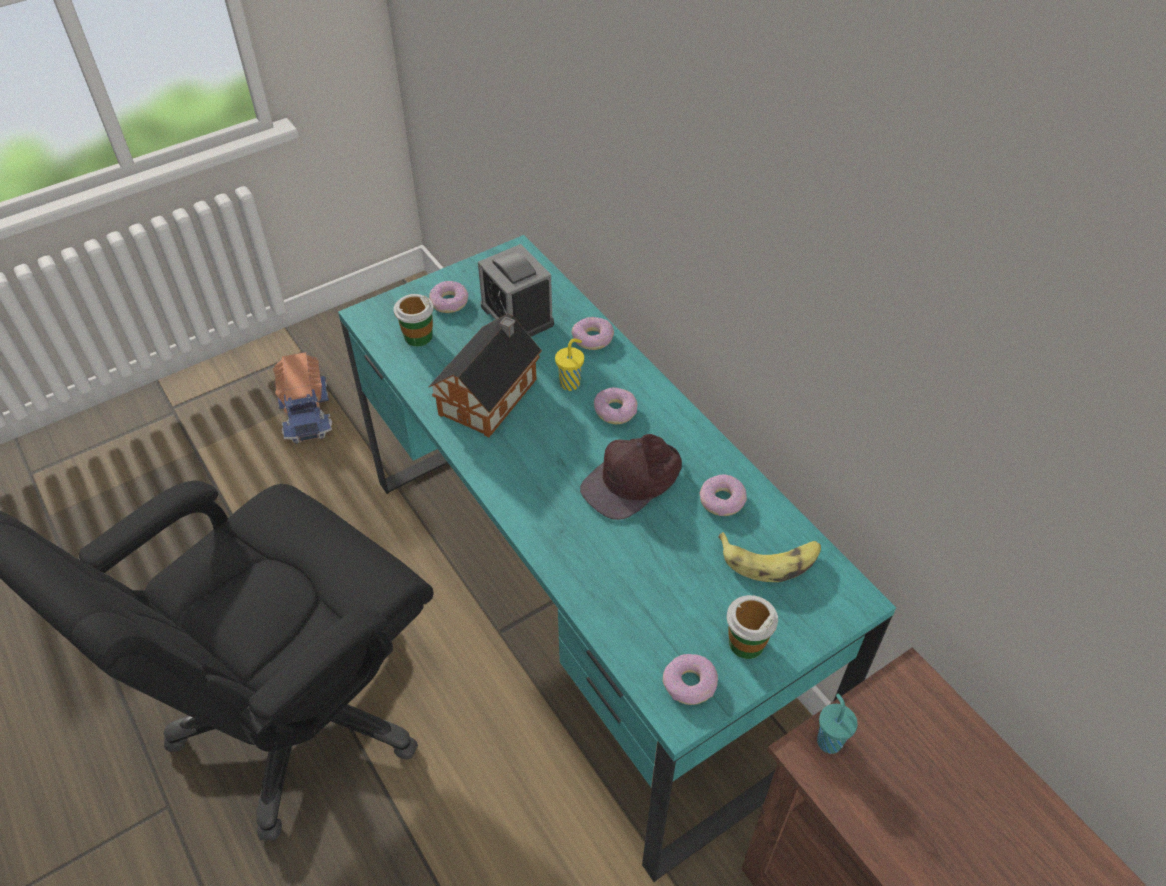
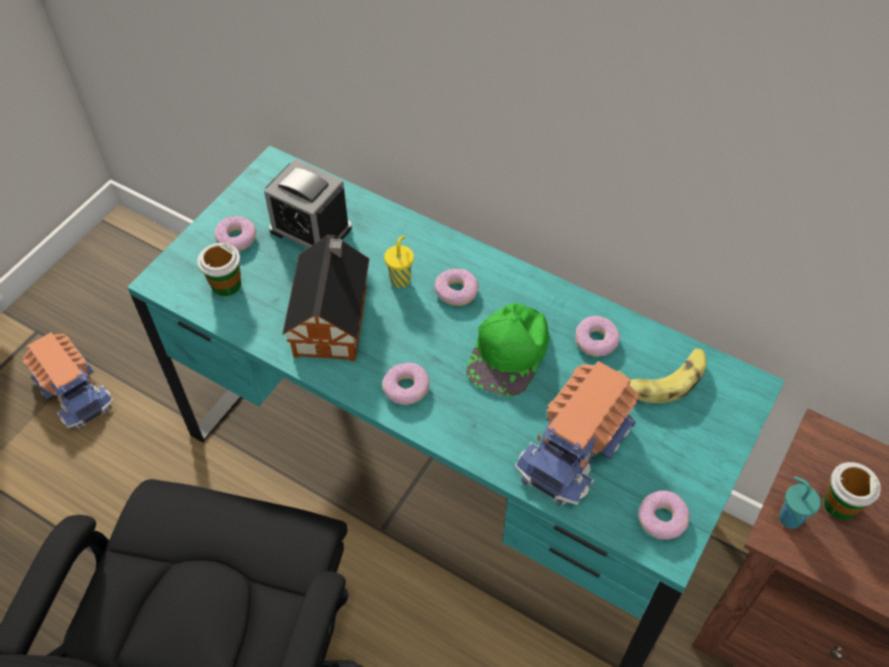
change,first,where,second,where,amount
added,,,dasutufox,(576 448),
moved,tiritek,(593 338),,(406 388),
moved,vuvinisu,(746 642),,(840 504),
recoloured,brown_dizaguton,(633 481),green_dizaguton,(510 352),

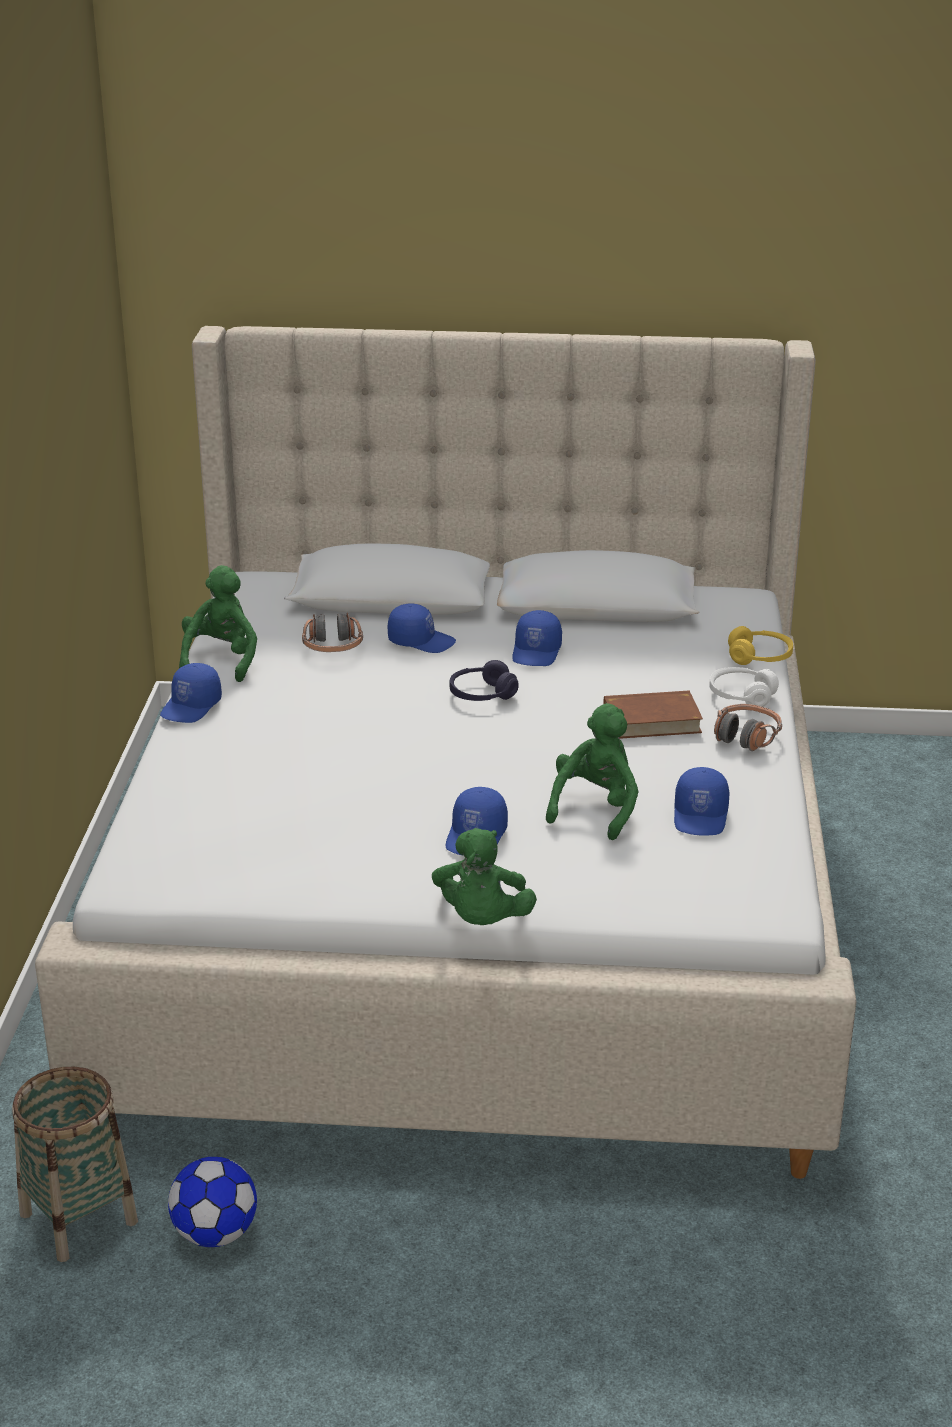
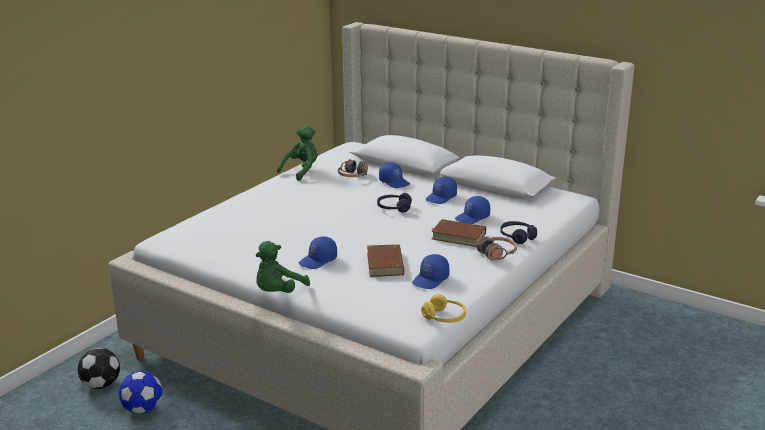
change,first,where,second,where,amount
moved,blue_dizaguton,(192 707),,(472 218),
moved,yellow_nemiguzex,(759 657),,(444 317),
replaced,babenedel,(78 1217),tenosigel,(102 384),
replaced,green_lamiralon,(595 808),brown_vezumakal,(385 264),
recoloured,white_nemiguzex,(741 696),purple_nemiguzex,(517 237),

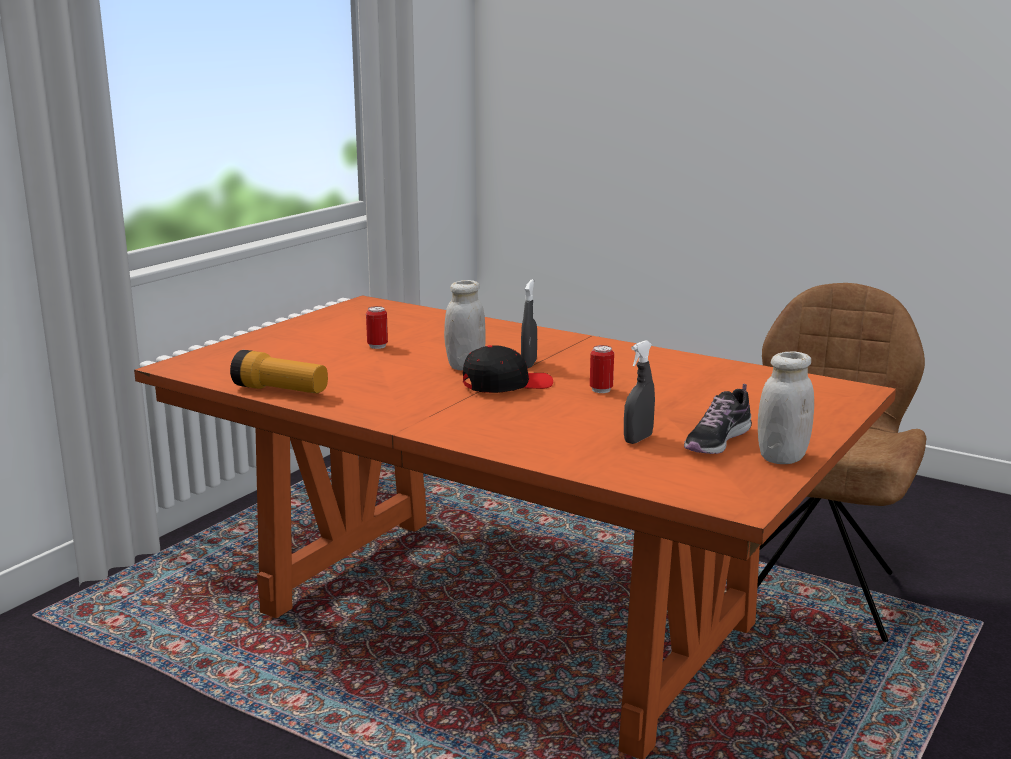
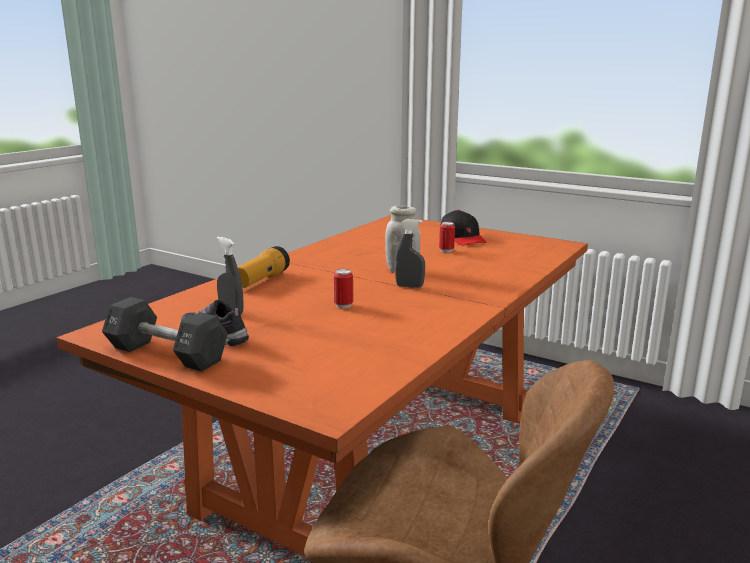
change,first,where,second,where,amount
moved,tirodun,(280 391),,(261 280),
moved,black_dizaguton,(506 385),,(462 238),
replaced,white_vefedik,(782 457),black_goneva,(166 354),

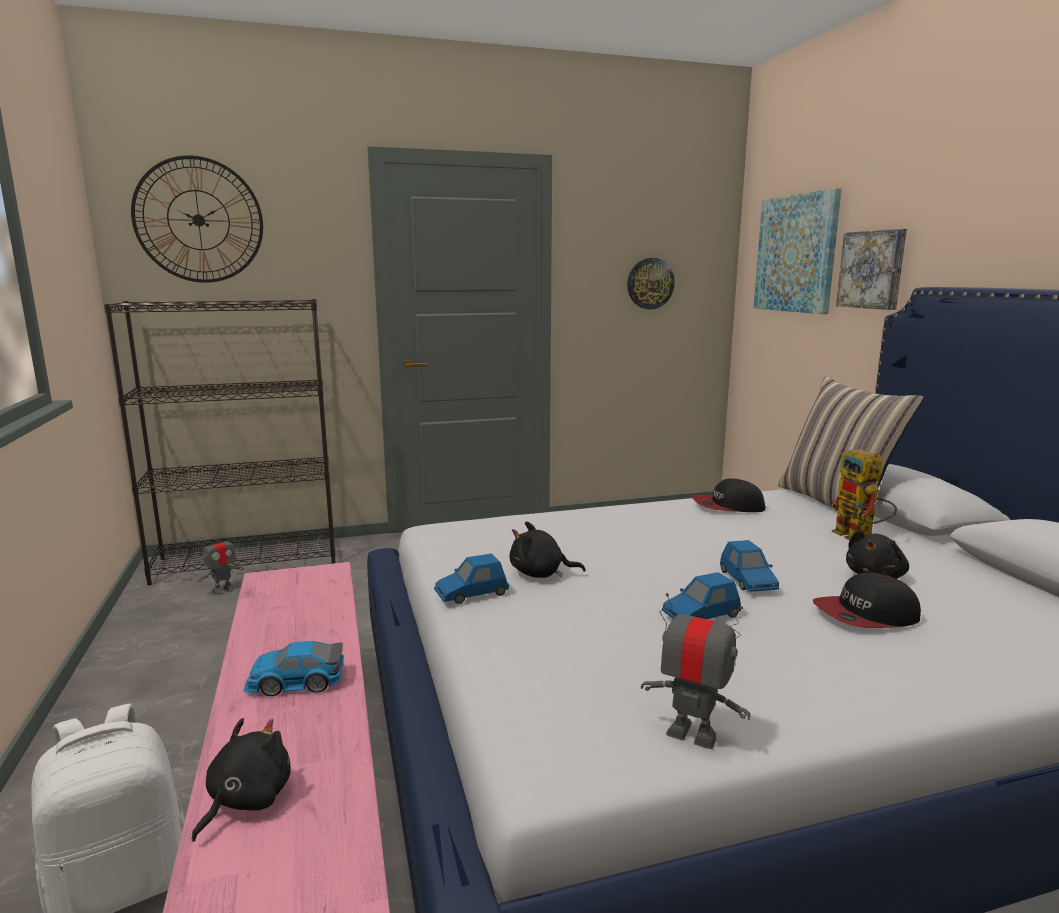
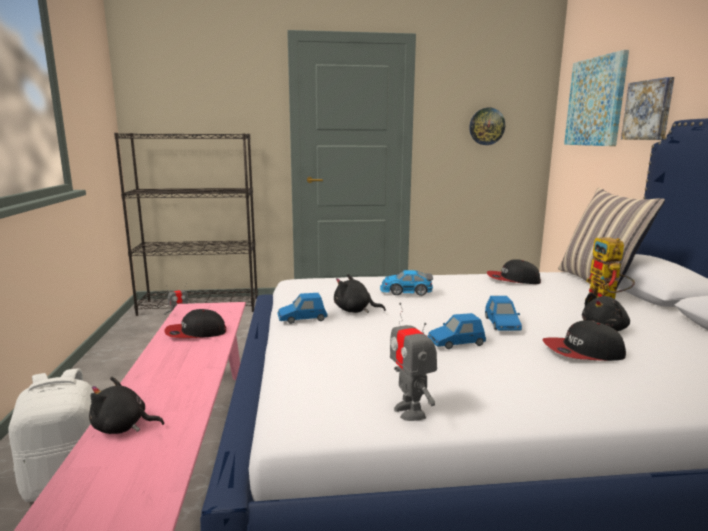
change,first,where,second,where,amount
removed,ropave,(198 220),,,
added,,,dizaguton,(195 333),
moved,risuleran,(295 681),,(405 291),
turned,black_lamiralon,(246 800),,(123 427),120 degrees counterclockwise
turned,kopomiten,(692 734),,(410 411),150 degrees counterclockwise

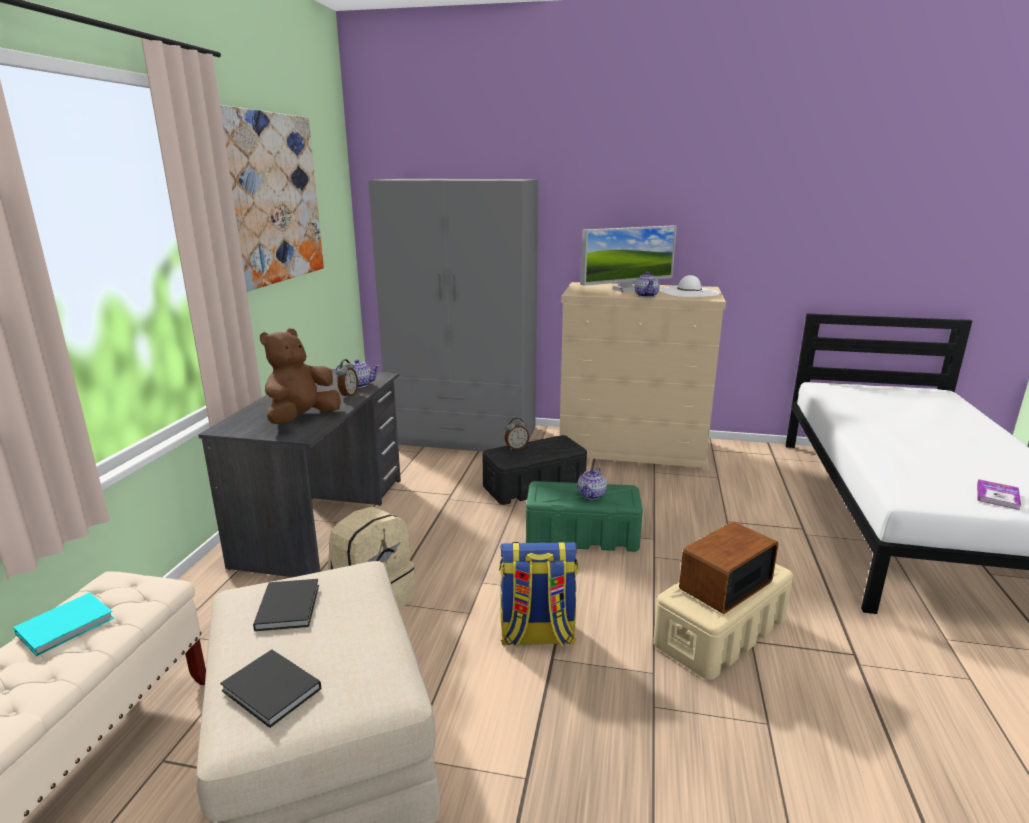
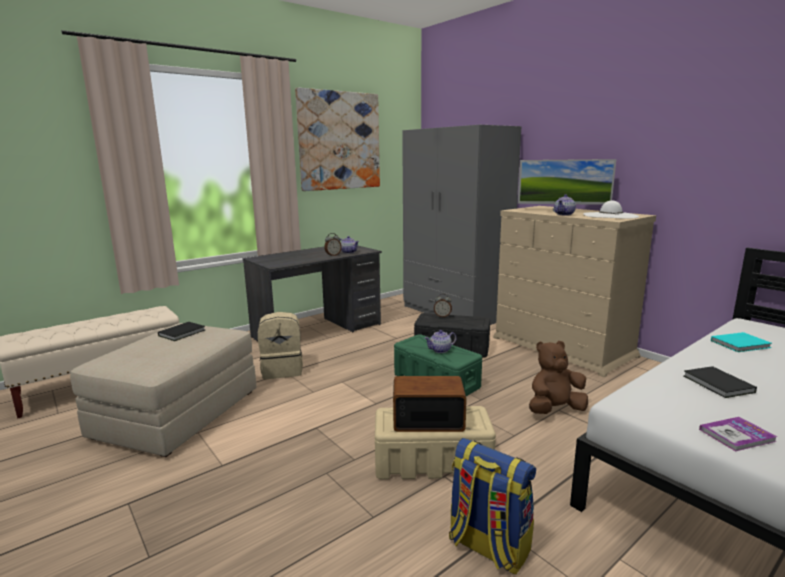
change,first,where,second,where,amount
moved,turquoise_vezumakal,(68 625),,(741 344),
moved,black_vezumakal,(272 692),,(718 385),
moved,brown_lamiralon,(302 419),,(554 410),
moved,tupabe,(536 635),,(487 546),

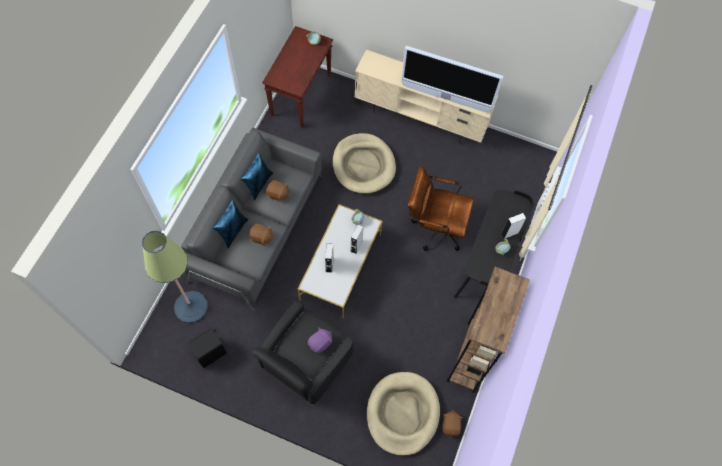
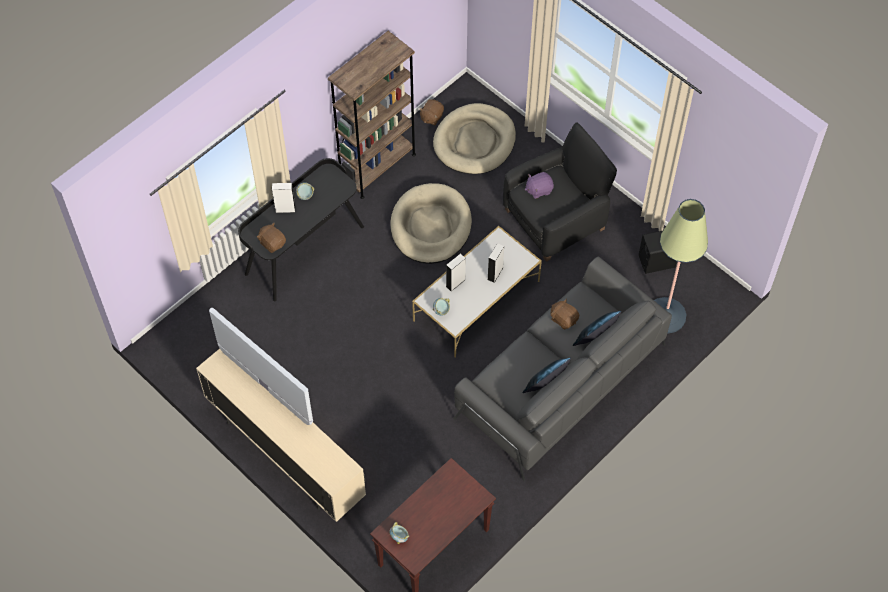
change,first,where,second,where,amount
removed,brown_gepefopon,(434 227),,,
moved,brown_lamiralon,(278 194),,(272 243),
moved,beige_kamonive,(363 165),,(431 226),

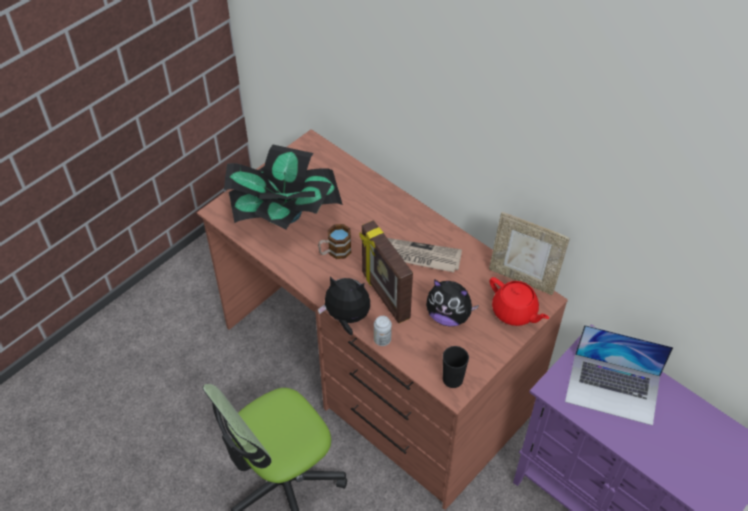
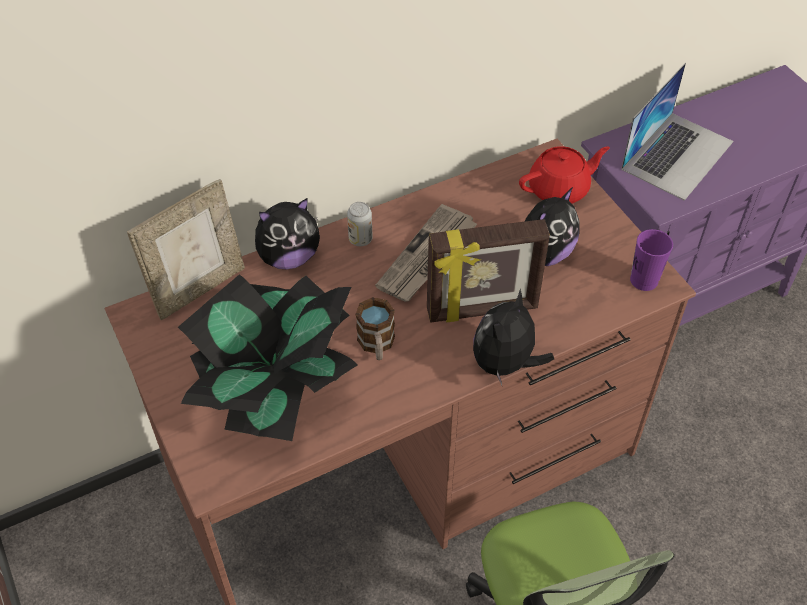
change,first,where,second,where,amount
added,,,lamiralon,(289 257),
moved,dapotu,(382 339),,(360 239),
moved,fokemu,(522 278),,(199 288),
recoloured,black_vuvinisu,(452 379),purple_vuvinisu,(644 280),

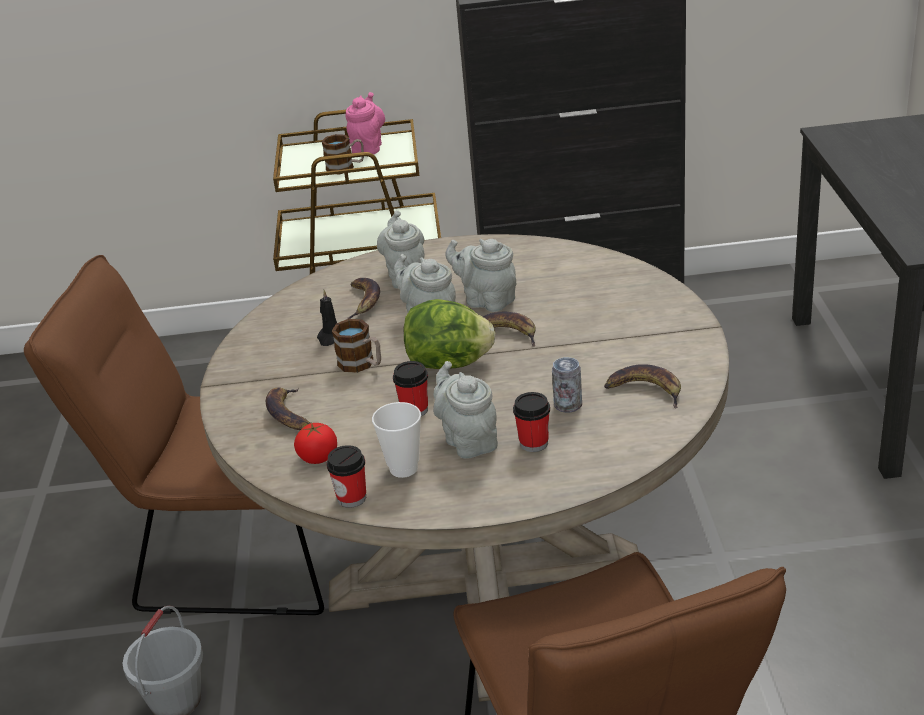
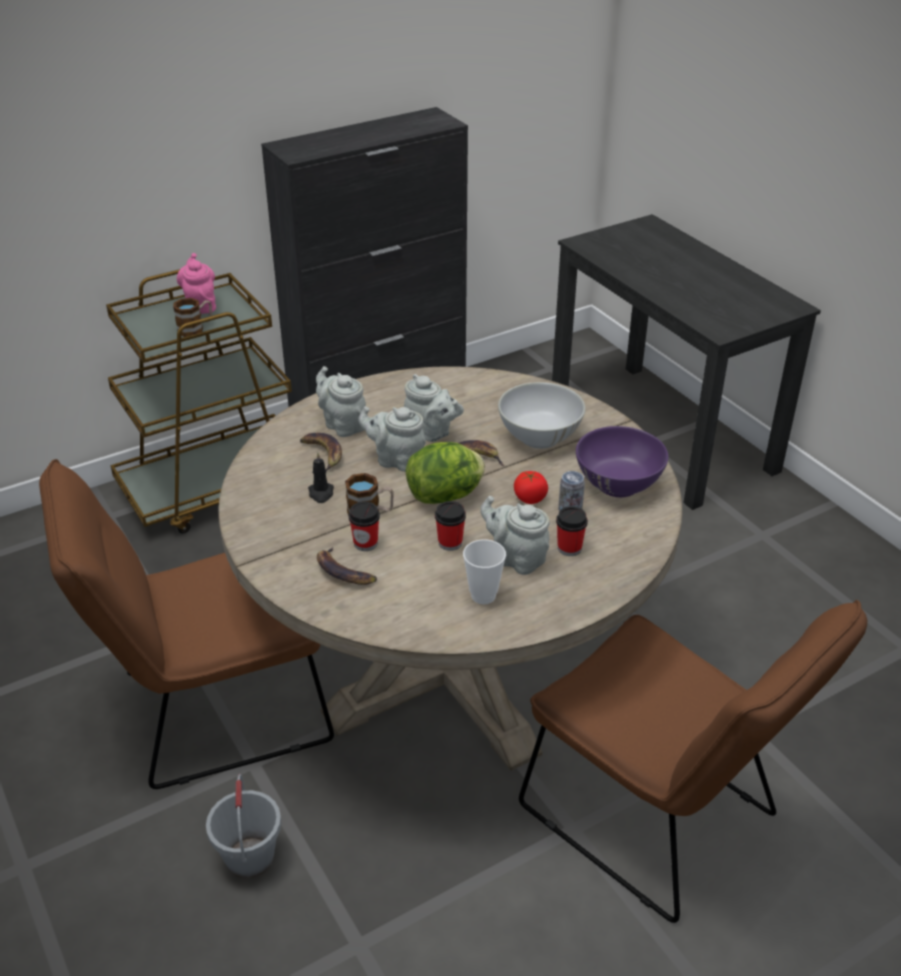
change,first,where,second,where,amount
added,,,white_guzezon,(539 437),
moved,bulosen,(318 457),,(530 498),
moved,vuvinisu,(351 498),,(365 543),
replaced,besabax,(646 390),purple_guzezon,(618 484),
turned,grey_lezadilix,(486 300),,(431 433),150 degrees counterclockwise

